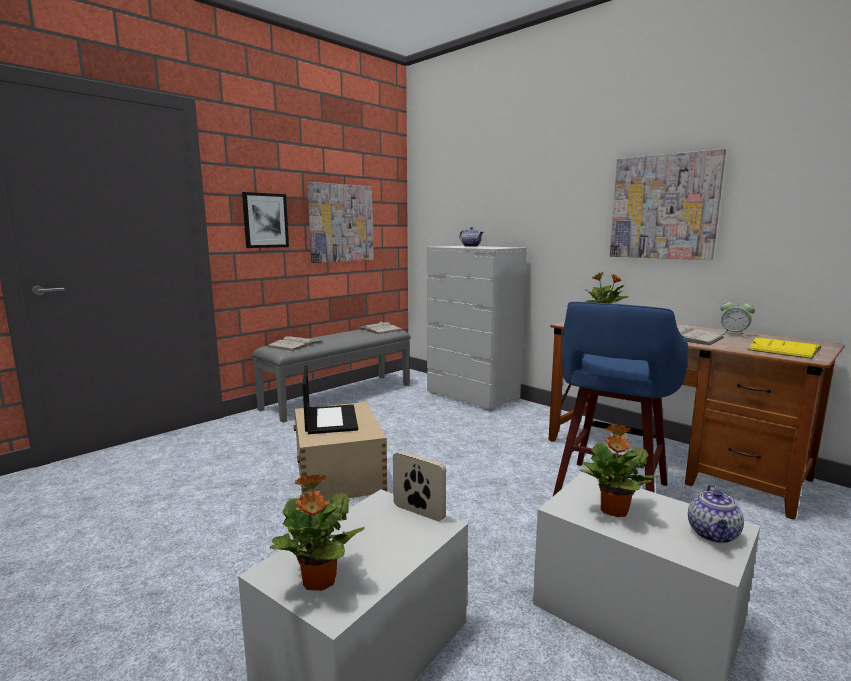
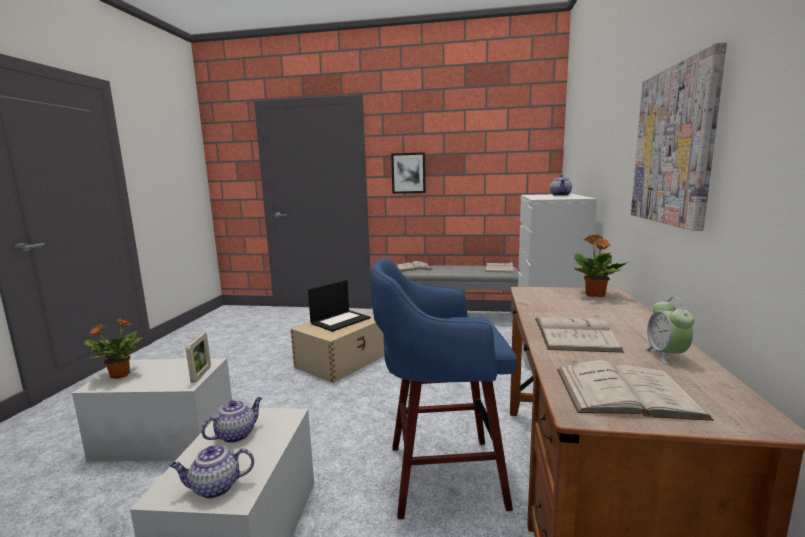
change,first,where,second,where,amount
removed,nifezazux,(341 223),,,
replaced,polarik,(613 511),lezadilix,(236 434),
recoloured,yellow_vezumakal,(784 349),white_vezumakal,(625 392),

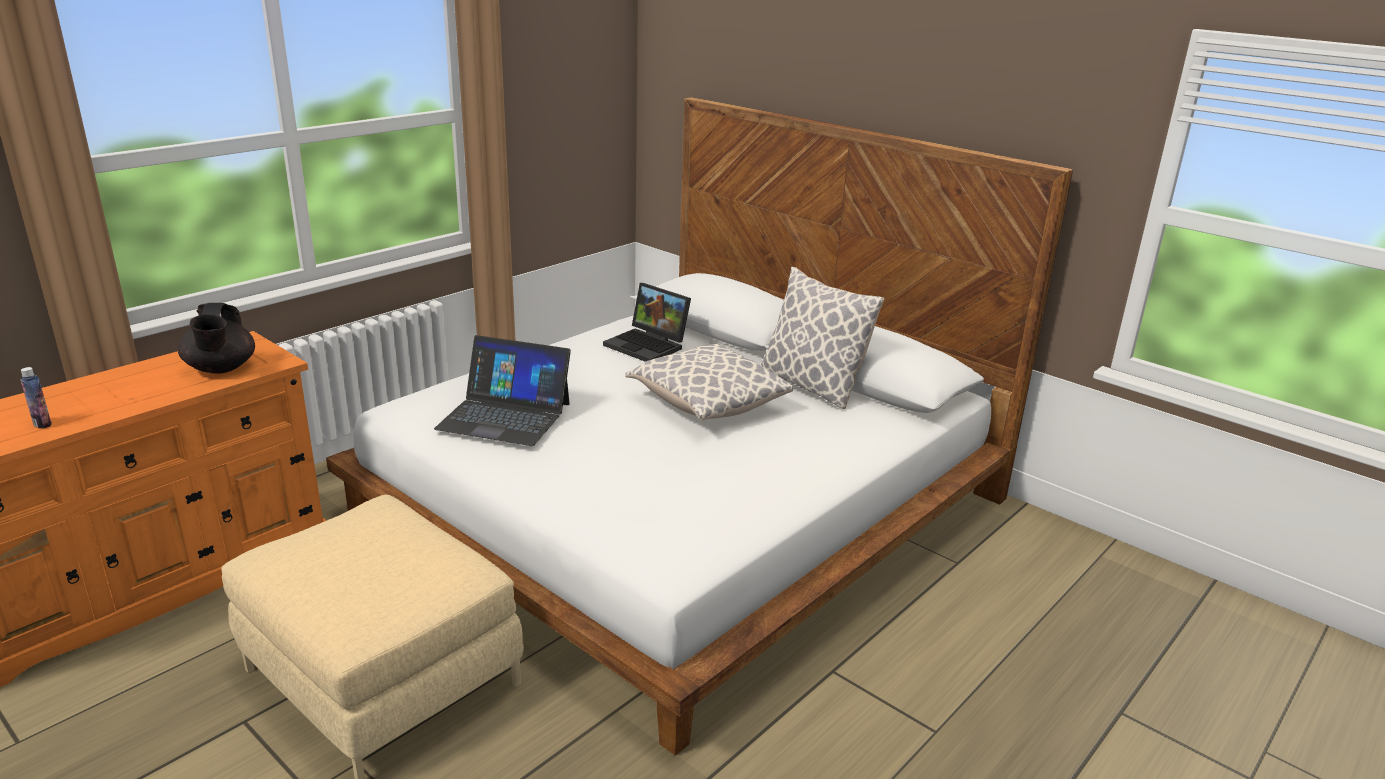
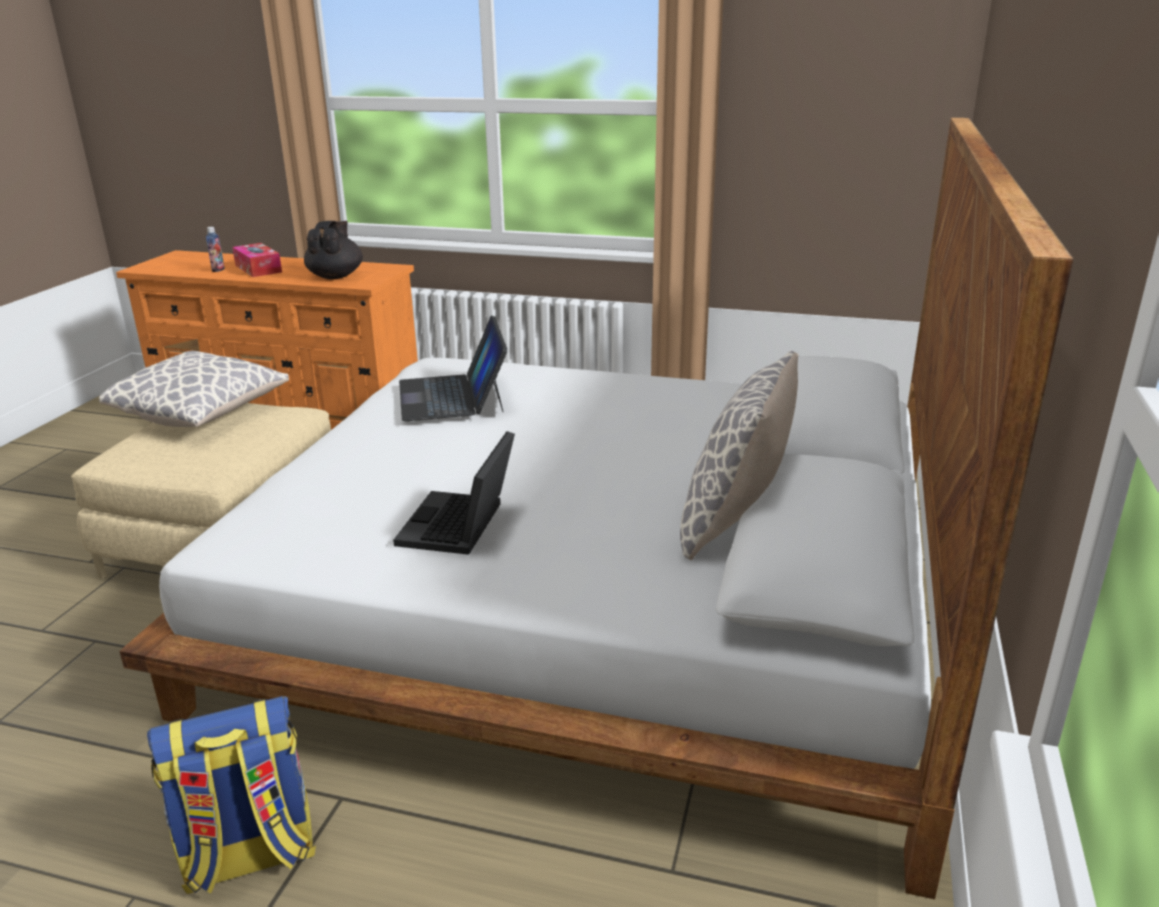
change,first,where,second,where,amount
added,,,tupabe,(249 856),
added,,,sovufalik,(258 268),
moved,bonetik,(649 345),,(460 527),
moved,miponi,(707 404),,(202 414),
turned,black_lezadilix,(221 369),,(336 276),135 degrees clockwise

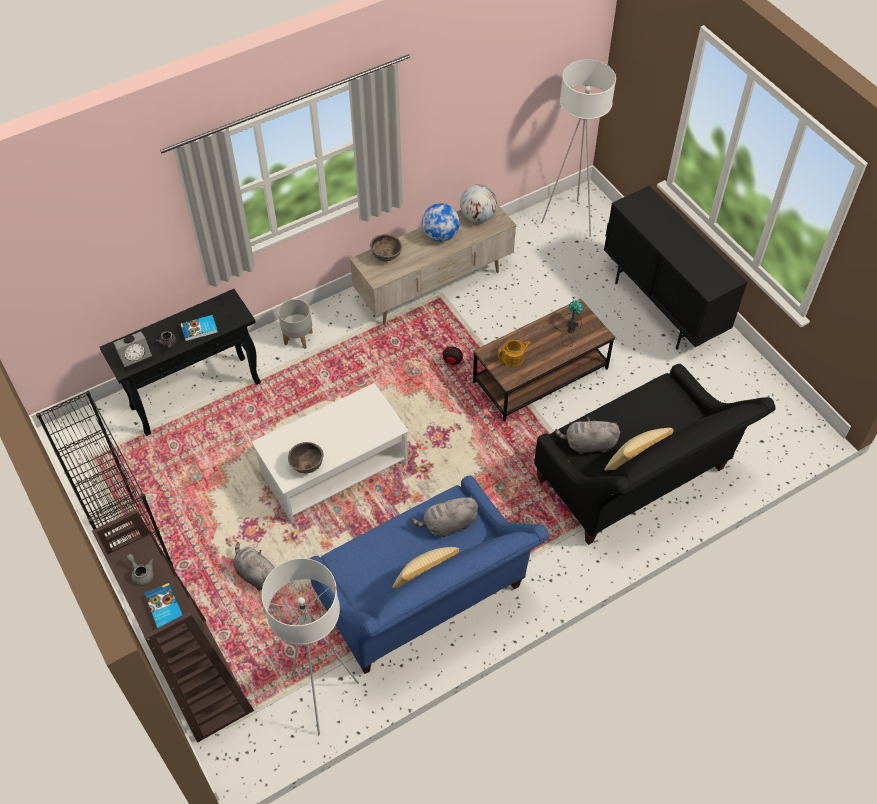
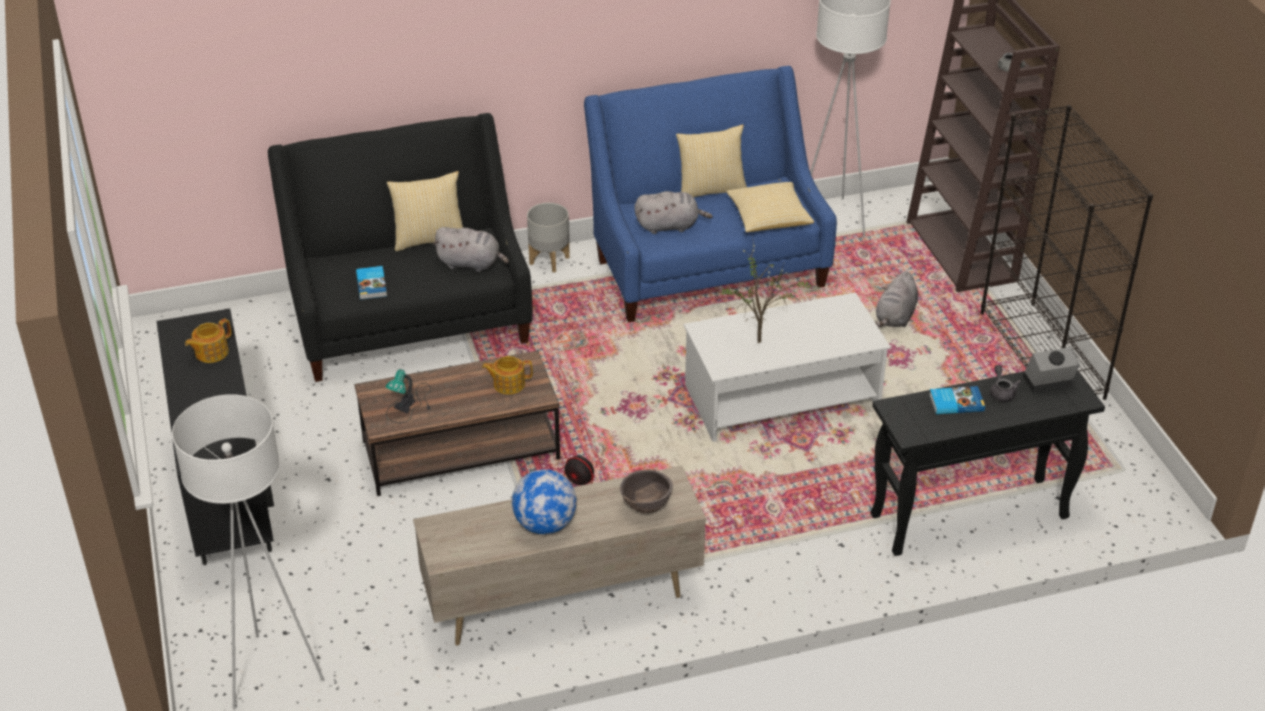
change,first,where,second,where,amount
removed,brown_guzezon,(307 466),,,
removed,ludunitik,(478 217),,,
added,,,lezadilix,(210 352),
added,,,polarik,(762 343),
added,,,miponi,(768 219),
moved,vezumakal,(164 608),,(372 284),
moved,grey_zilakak,(298 338),,(549 260),
turned,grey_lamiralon,(256 574),,(895 317),60 degrees clockwise

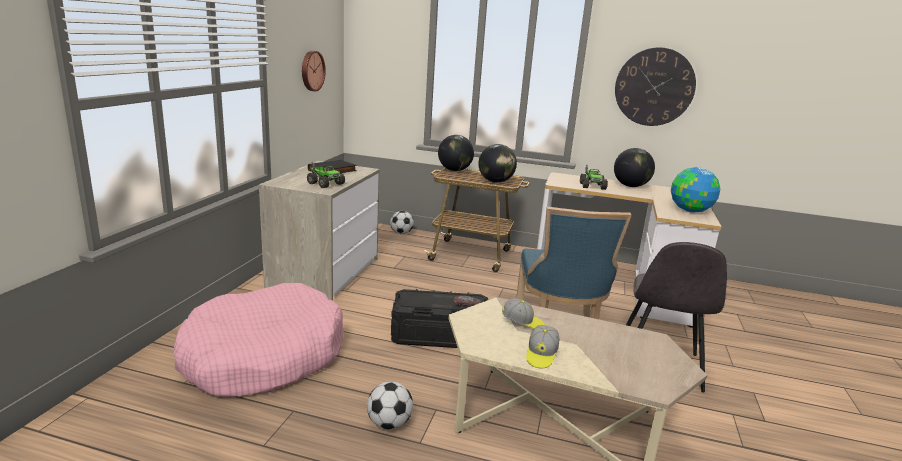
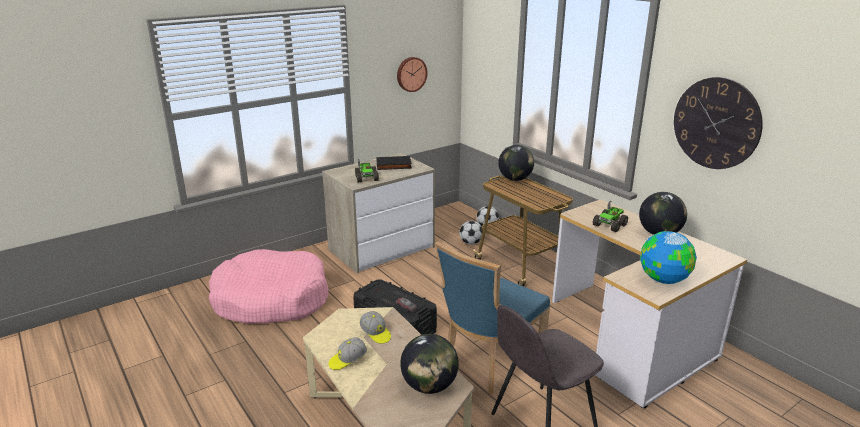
change,first,where,second,where,amount
moved,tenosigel,(389 423),,(471 243),
moved,ludunitik,(495 181),,(429 386),

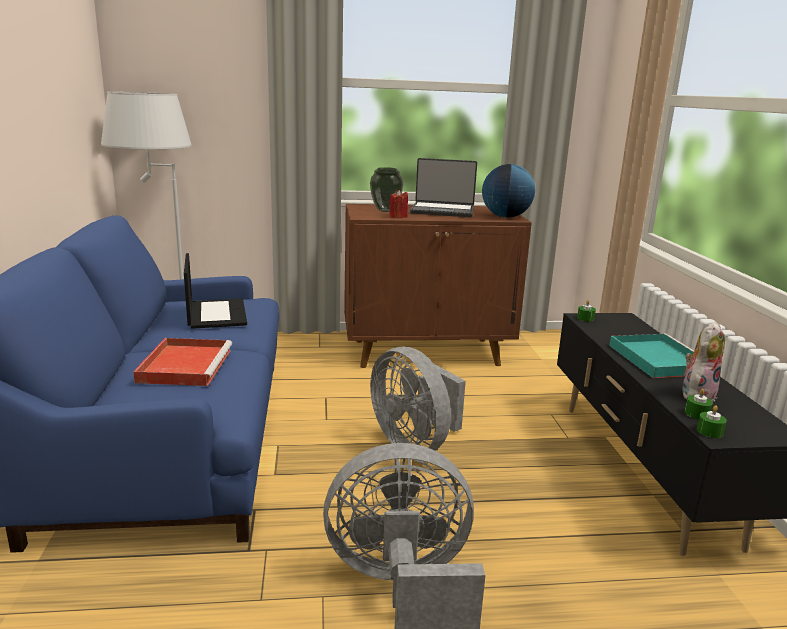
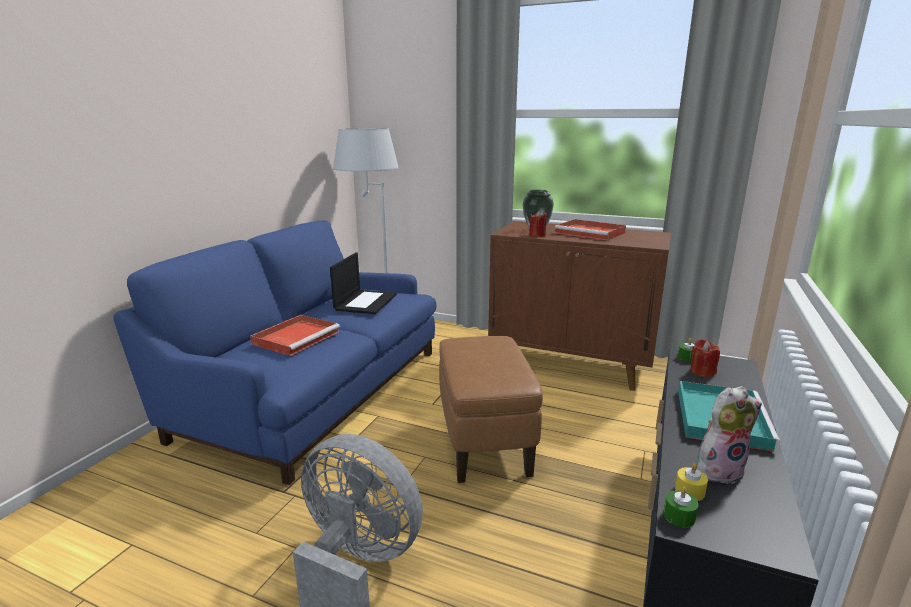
change,first,where,second,where,amount
removed,ludunitik,(505 217),,,
added,,,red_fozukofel,(702 372),
replaced,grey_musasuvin,(414 443),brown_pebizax,(484 443),
replaced,bonetik,(442 211),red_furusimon,(591 233),
recoloured,green_fozukofel,(697 414),yellow_fozukofel,(689 491),

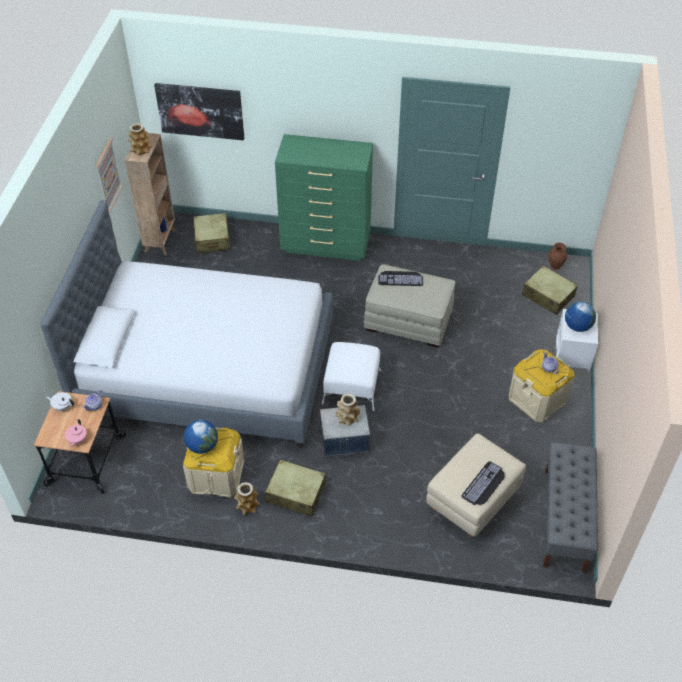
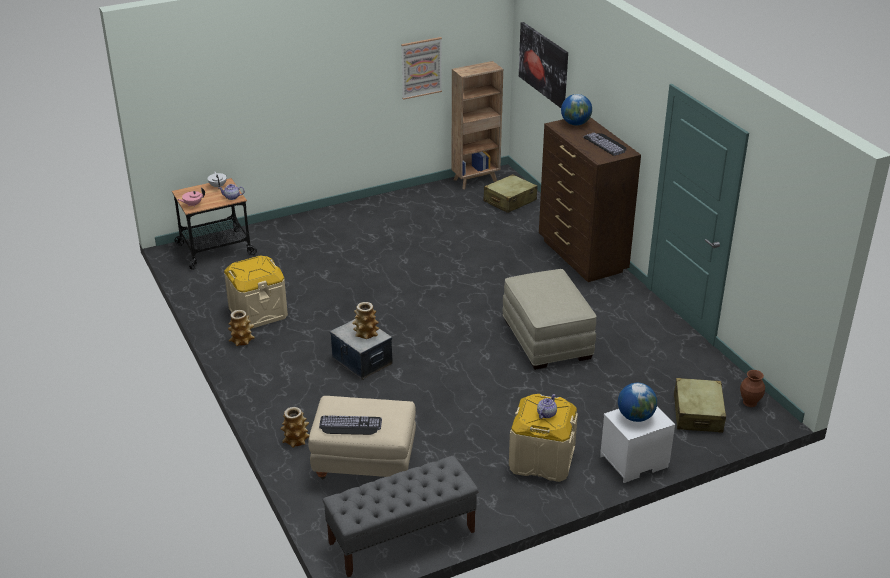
change,first,where,second,where,amount
removed,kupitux,(207 369),,,
removed,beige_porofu,(295 493),,,
removed,white_pebizax,(352 386),,,
moved,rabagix,(141 150),,(296 440),
moved,ludunitik,(202 446),,(575 123),
moved,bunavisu,(400 278),,(606 144),
recoloured,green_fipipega,(326 245),brown_fipipega,(582 256),

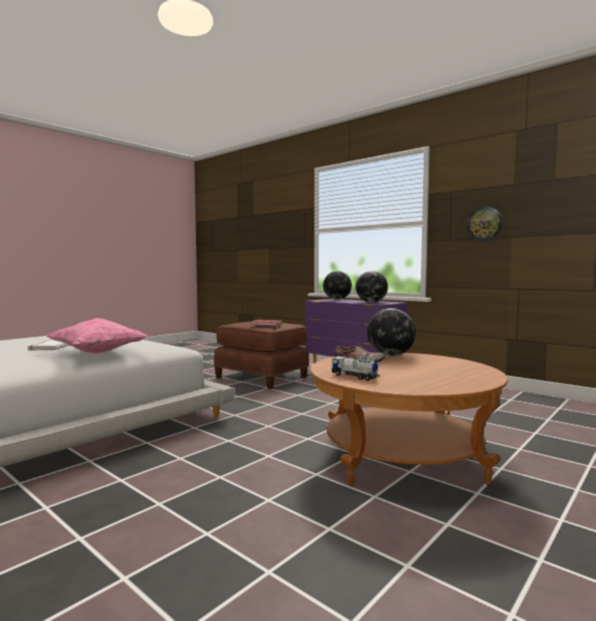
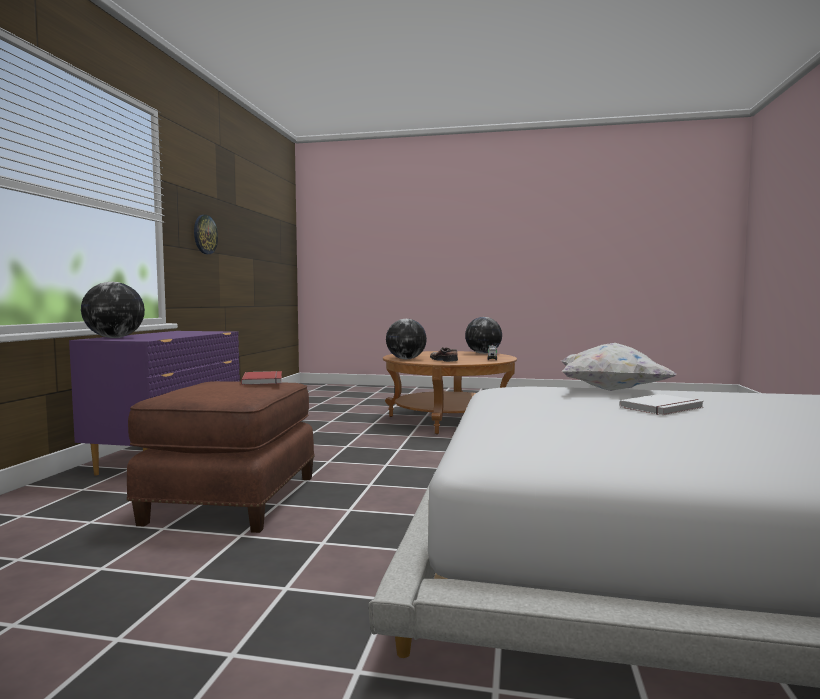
change,first,where,second,where,amount
moved,ludunitik,(371 302),,(483 353),
recoloured,pink_miponi,(98 353),white_miponi,(611 390),

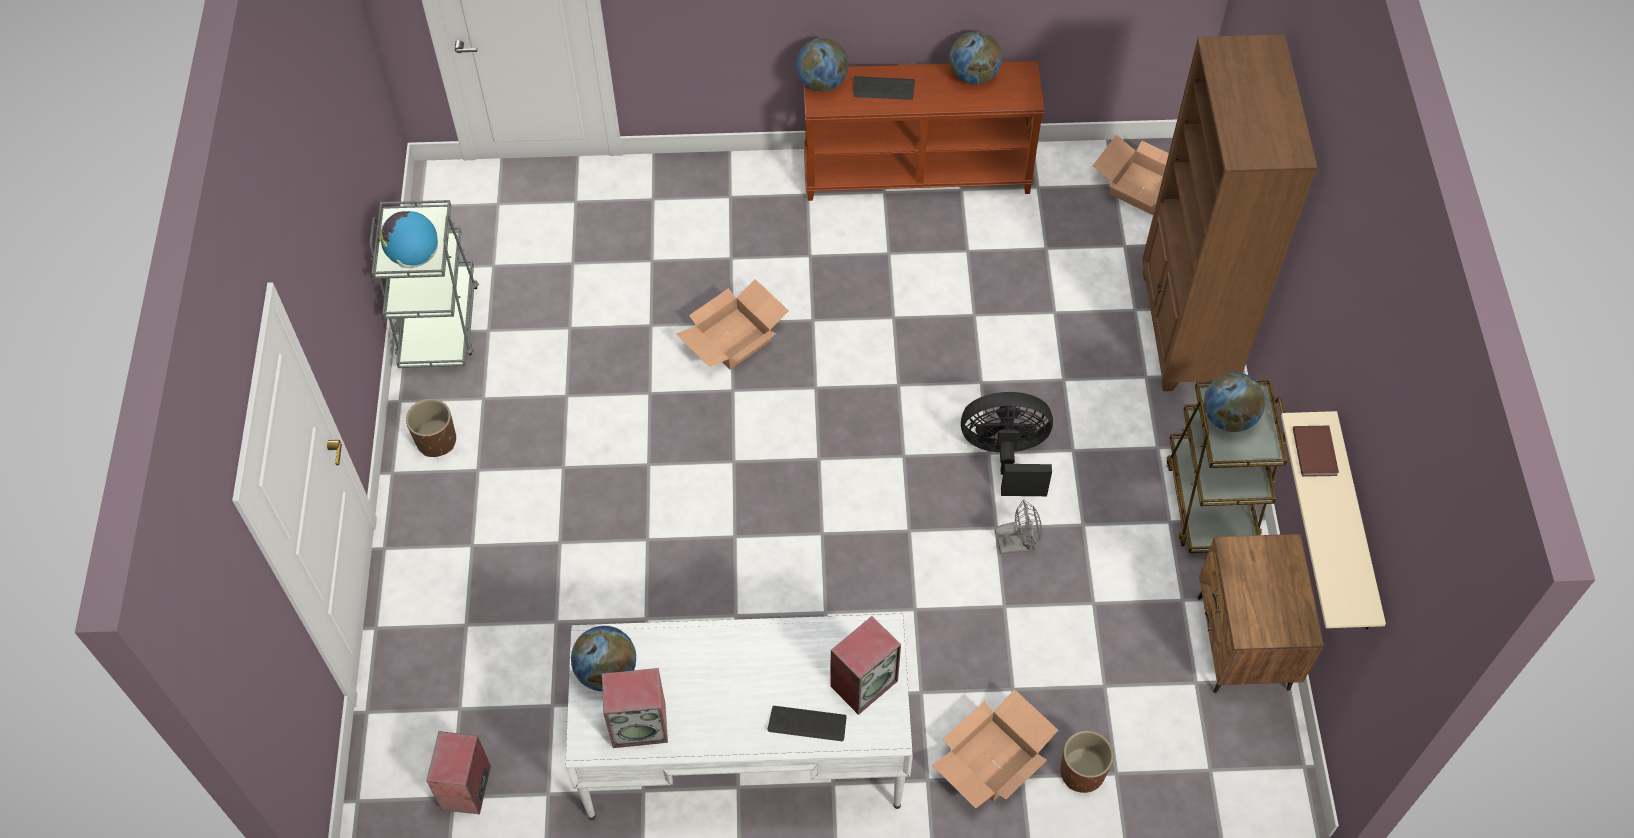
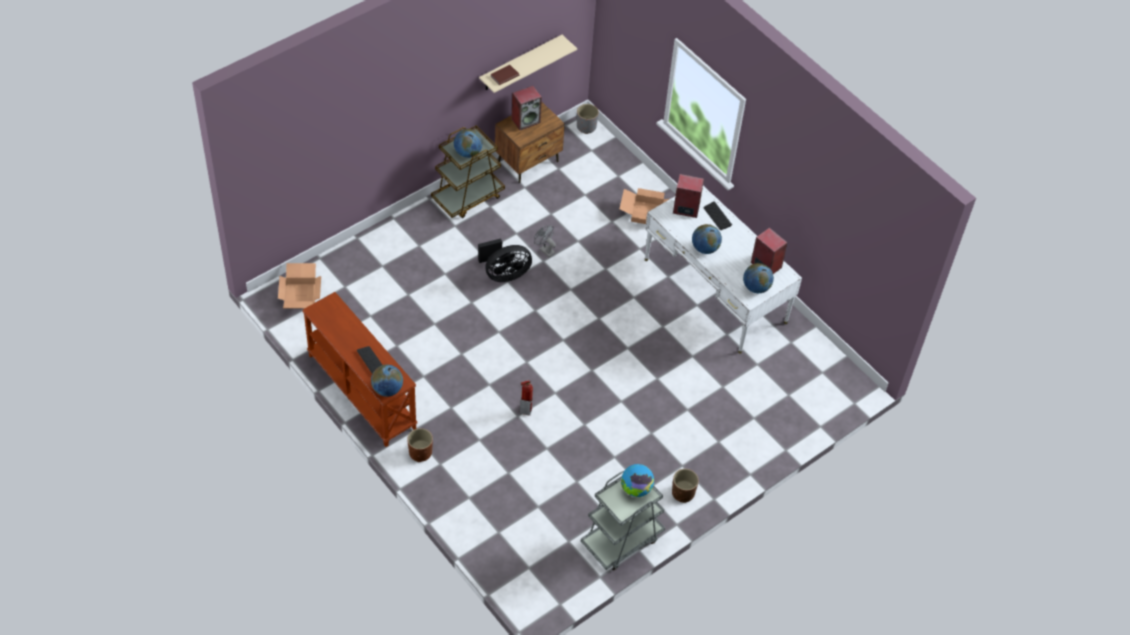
change,first,where,second,where,amount
removed,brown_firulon,(1186 330),,,
added,,,grey_zilakak,(586 126),
moved,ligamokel,(467 788),,(526 120),
moved,ludunitik,(973 76),,(705 248),
moved,brown_zilakak,(1081 772),,(420 453),
replaced,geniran,(733 337),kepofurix,(525 410),
turned,black_musasuvin,(1006 457),,(504 274),75 degrees counterclockwise

